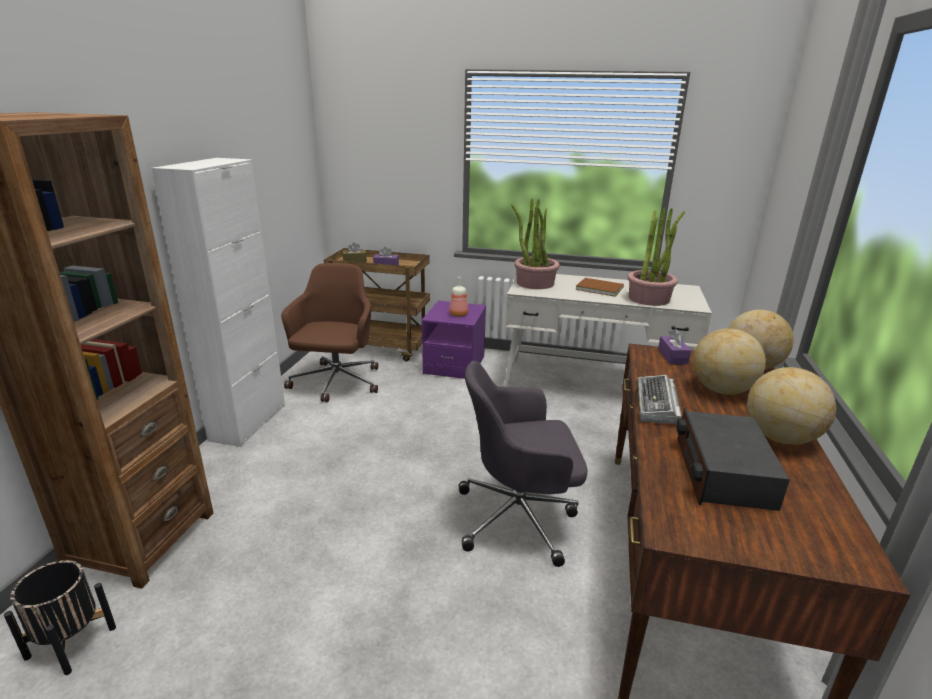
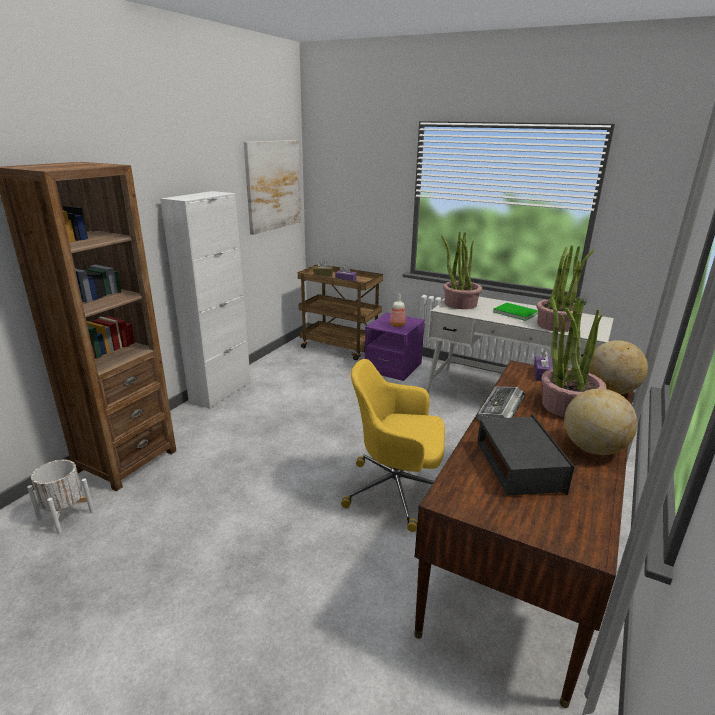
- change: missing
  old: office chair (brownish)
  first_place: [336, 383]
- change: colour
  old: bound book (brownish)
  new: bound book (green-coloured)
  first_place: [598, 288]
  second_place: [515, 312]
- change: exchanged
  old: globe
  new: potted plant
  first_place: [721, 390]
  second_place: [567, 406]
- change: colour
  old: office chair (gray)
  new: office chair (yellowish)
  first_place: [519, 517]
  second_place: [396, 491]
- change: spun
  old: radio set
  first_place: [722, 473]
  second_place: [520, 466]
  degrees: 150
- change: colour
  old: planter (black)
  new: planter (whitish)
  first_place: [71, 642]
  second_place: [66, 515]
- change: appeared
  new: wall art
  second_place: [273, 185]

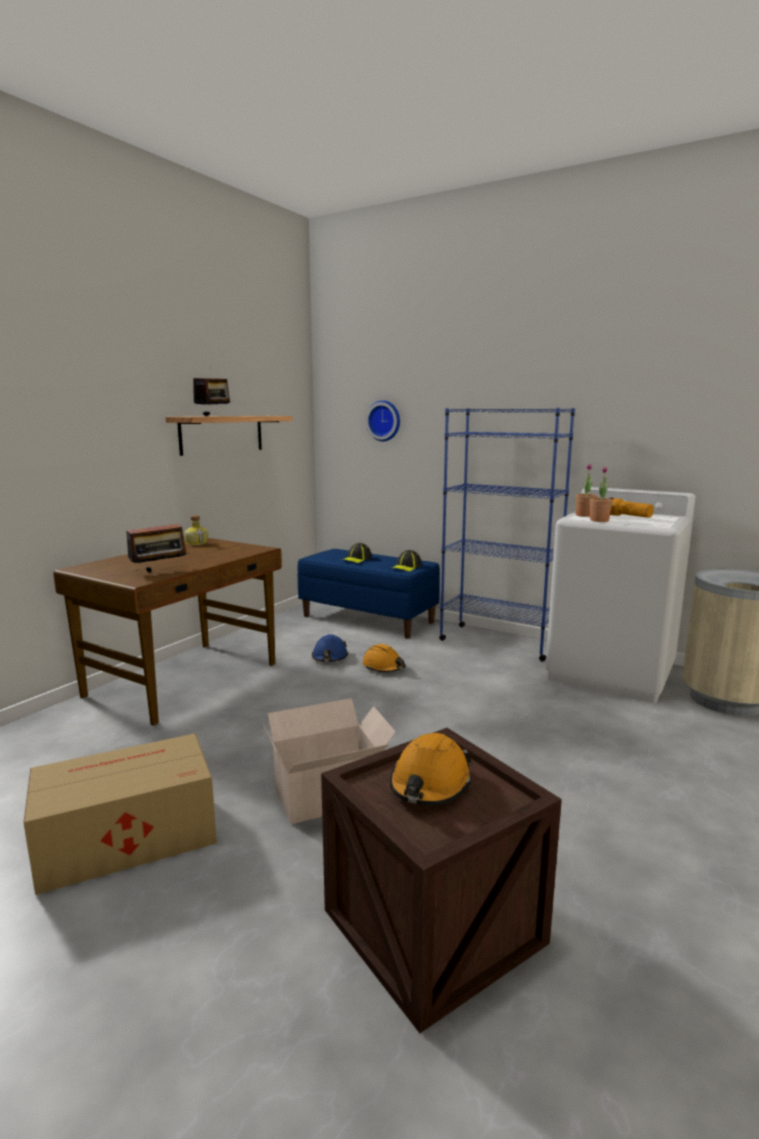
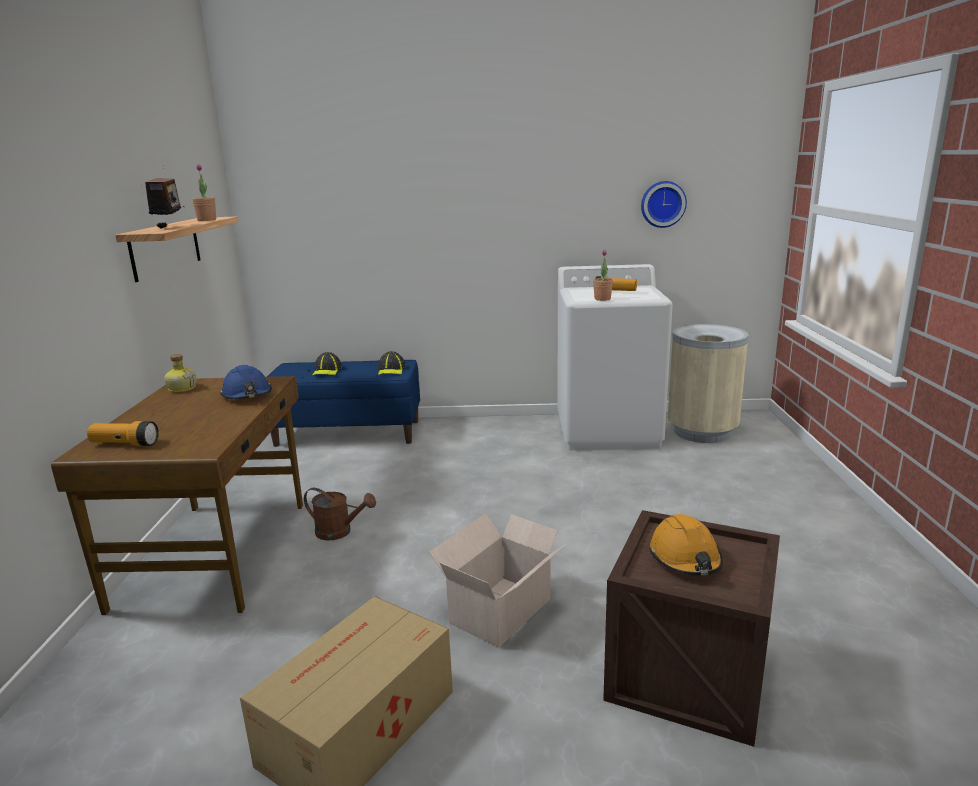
- change: relocated
  old: clock on the wall
  first_place: [384, 421]
  second_place: [662, 204]
- change: missing
  old: bookcase (blue)
  first_place: [498, 642]
- change: relocated
  old: potted plant
  first_place: [584, 515]
  second_place: [207, 220]
- change: missing
  old: radio set
  first_place: [160, 571]
- change: relocated
  old: work helmet (blue)
  first_place: [330, 657]
  second_place: [247, 395]
- change: missing
  old: work helmet (orangey)
  first_place: [383, 667]
- change: appeared
  new: torch
  second_place: [125, 444]
- change: appeared
  new: watering can (brownish)
  second_place: [339, 532]

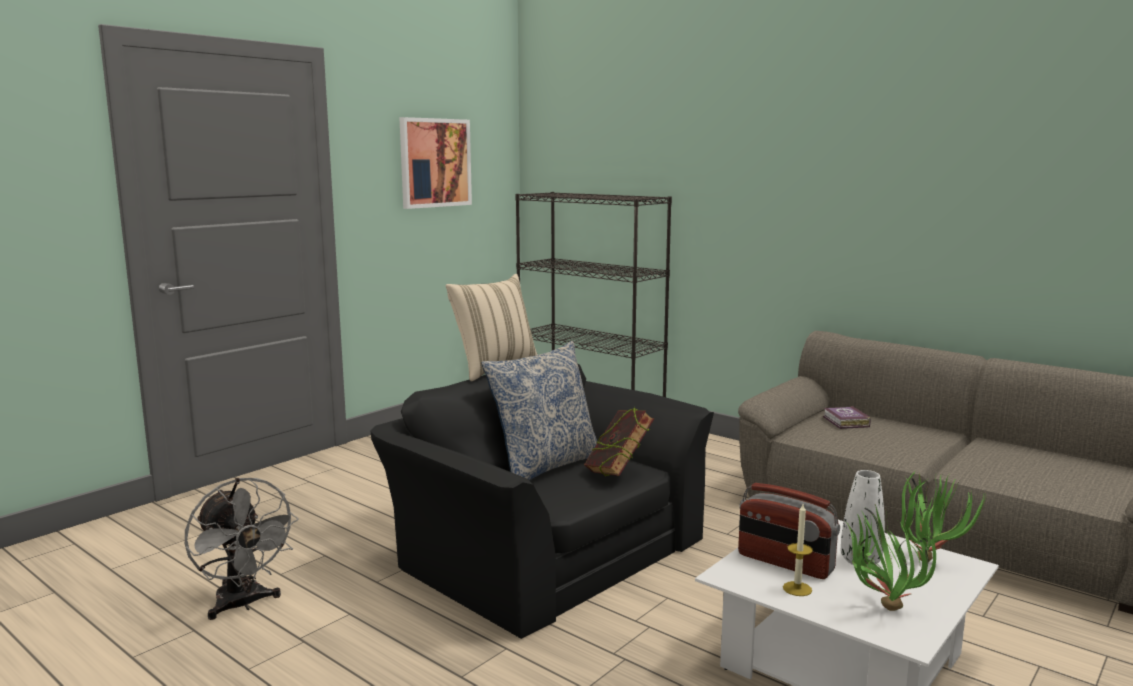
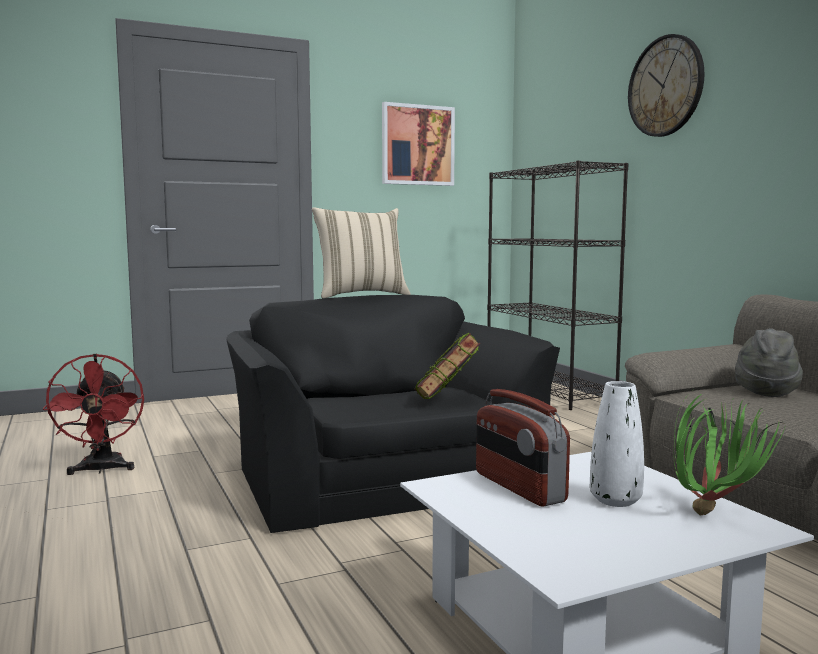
- change: missing
  old: throw pillow
  first_place: [545, 466]
- change: exchanged
  old: bound book
  new: clothing hat (gray)
  first_place: [845, 422]
  second_place: [765, 391]
- change: colour
  old: electric fan (gray)
  new: electric fan (reddish)
  first_place: [243, 604]
  second_place: [101, 470]
- change: missing
  old: candle
  first_place: [797, 589]
- change: missing
  old: potted plant
  first_place: [879, 607]
- change: appeared
  new: clock on the wall
  second_place: [665, 86]

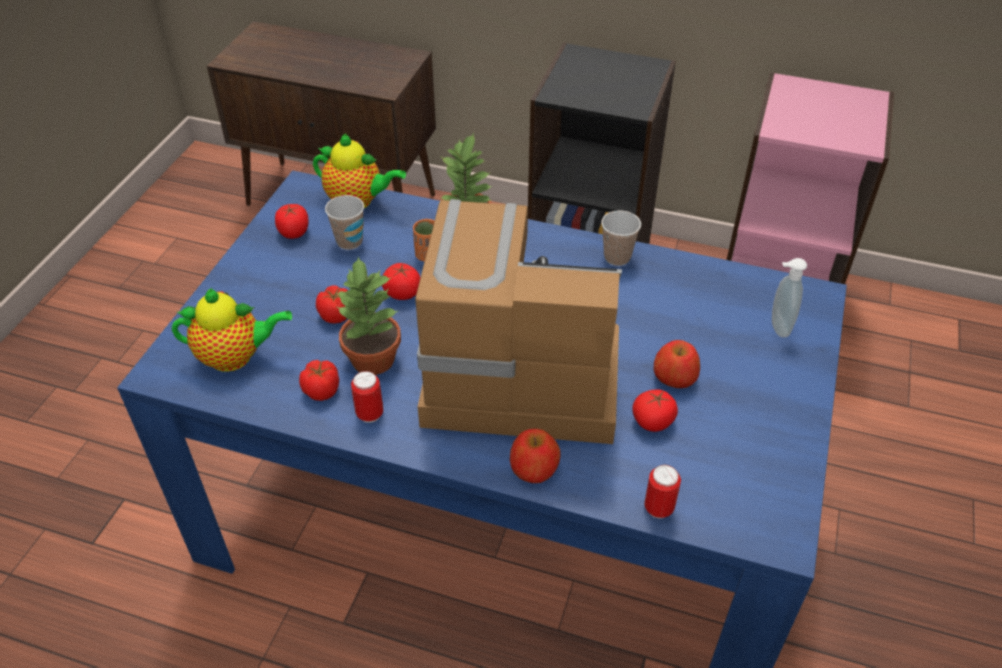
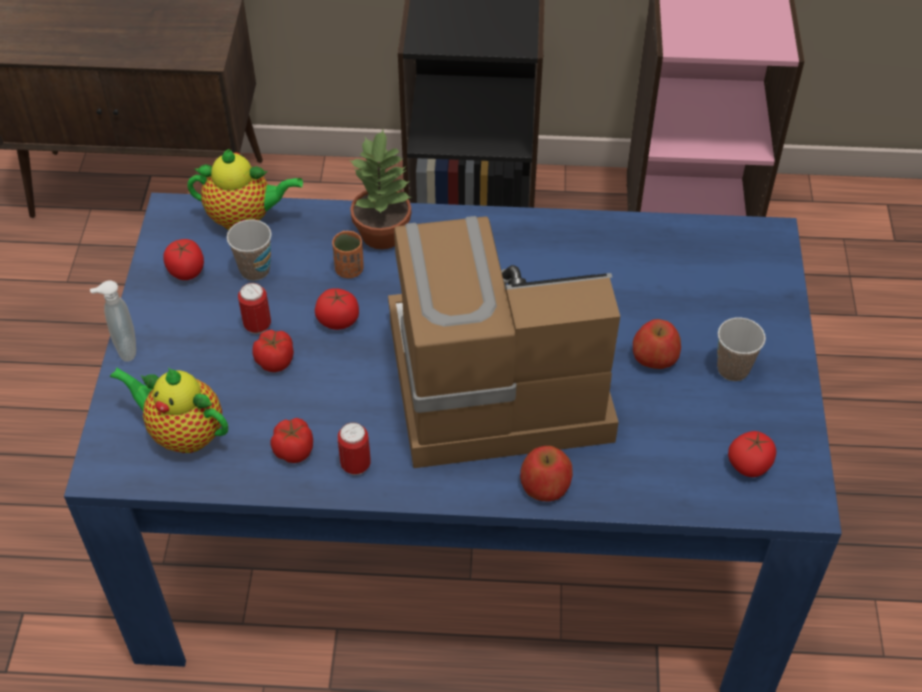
- change: relocated
  old: drinking cup
  first_place: [617, 257]
  second_place: [733, 369]
- change: missing
  old: potted plant
  first_place: [372, 360]
- change: relocated
  old: soap dispenser
  first_place: [777, 327]
  second_place: [124, 349]
- change: spun
  old: pot for tea
  first_place: [235, 357]
  second_place: [183, 432]
  degrees: -135
- change: relocated
  old: whole tomato
  first_place: [653, 421]
  second_place: [749, 464]
- change: relocated
  old: can
  first_place: [658, 508]
  second_place: [257, 325]

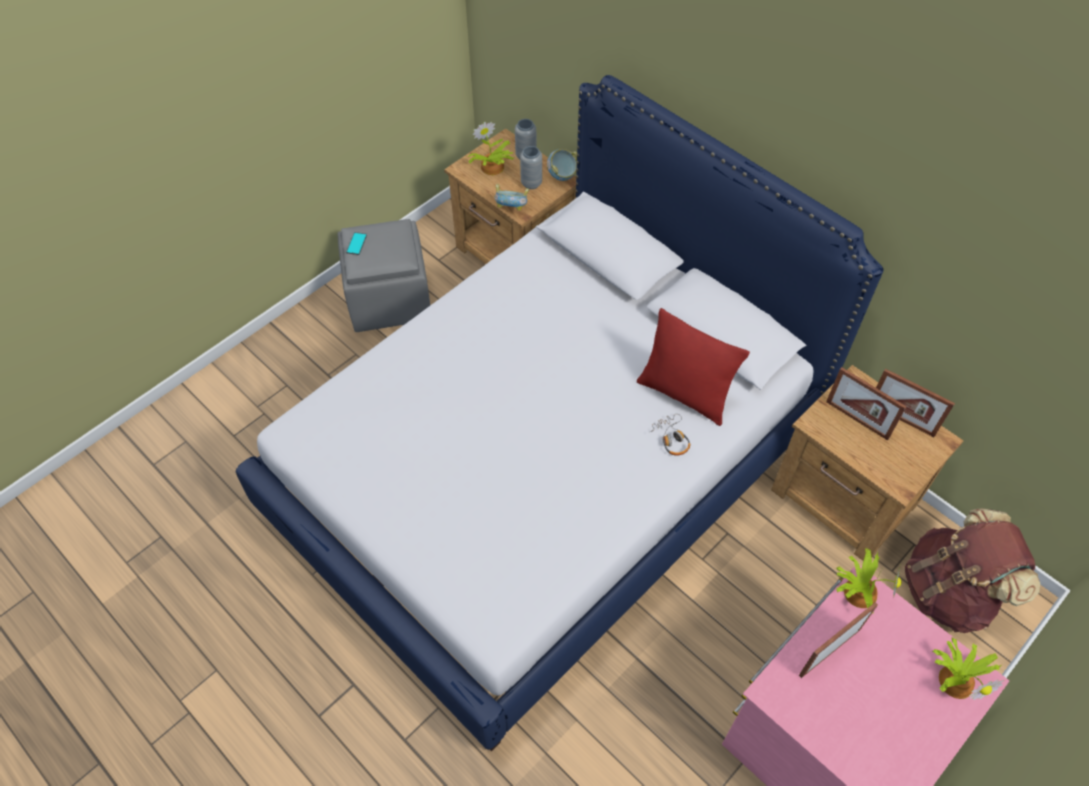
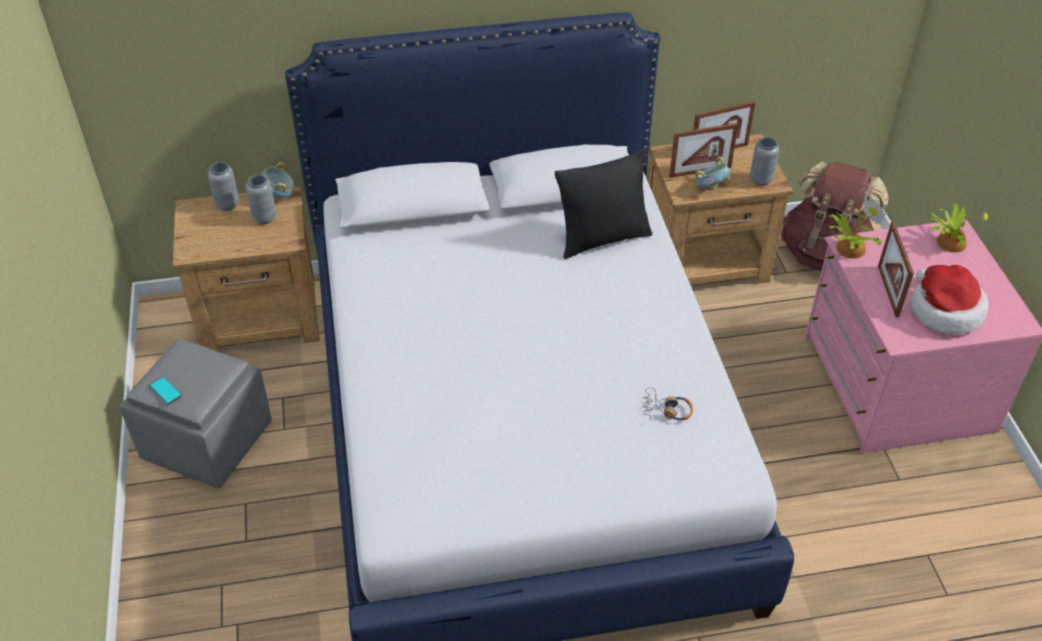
- change: missing
  old: potted plant
  first_place: [492, 167]
- change: relocated
  old: bowl
  first_place: [511, 209]
  second_place: [710, 188]
- change: colour
  old: throw pillow (reddish)
  new: throw pillow (black)
  first_place: [684, 394]
  second_place: [603, 239]
- change: relocated
  old: headset
  first_place: [672, 438]
  second_place: [666, 410]
- change: appeared
  new: vase (gray)
  second_place: [760, 180]
- change: appeared
  new: clothing hat
  second_place: [943, 310]

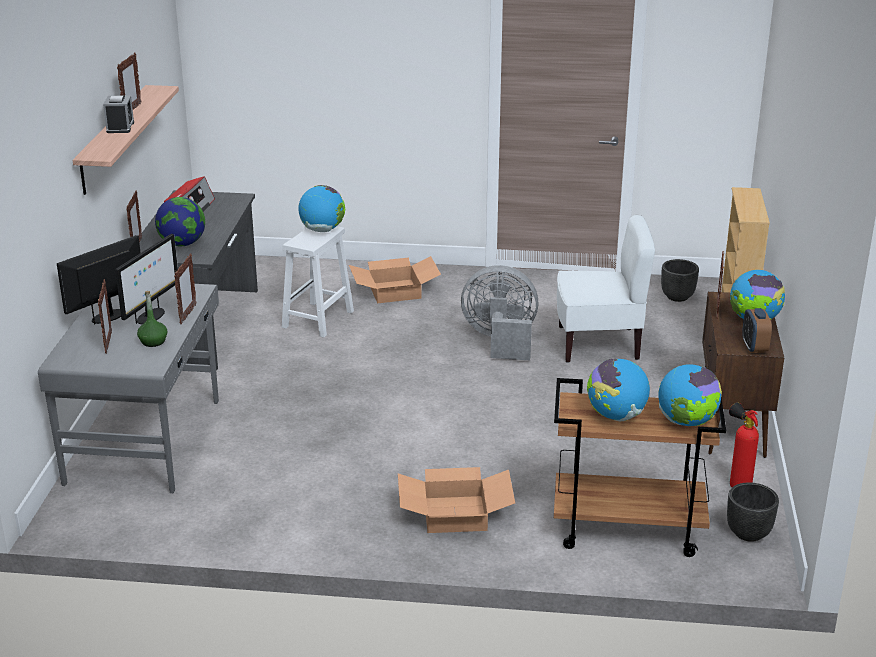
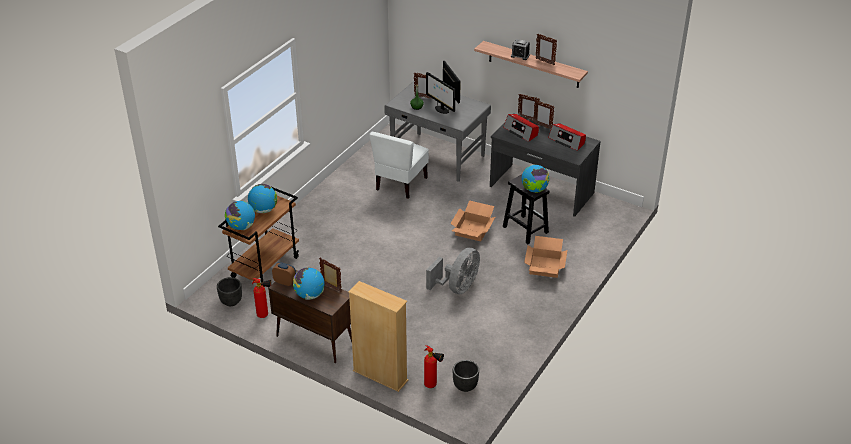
- change: exchanged
  old: globe
  new: radio set
  first_place: [182, 244]
  second_place: [521, 131]
- change: relocated
  old: upright chair (whitish)
  first_place: [598, 344]
  second_place: [400, 184]
- change: colour
  old: stool seat (whitish)
  new: stool seat (black)
  first_place: [317, 320]
  second_place: [524, 229]
- change: relocated
  old: standing frame
  first_place: [187, 315]
  second_place: [542, 126]
- change: relocated
  old: packing box
  first_place: [454, 515]
  second_place: [472, 229]
- change: appeared
  new: fire extinguisher
  second_place: [433, 386]

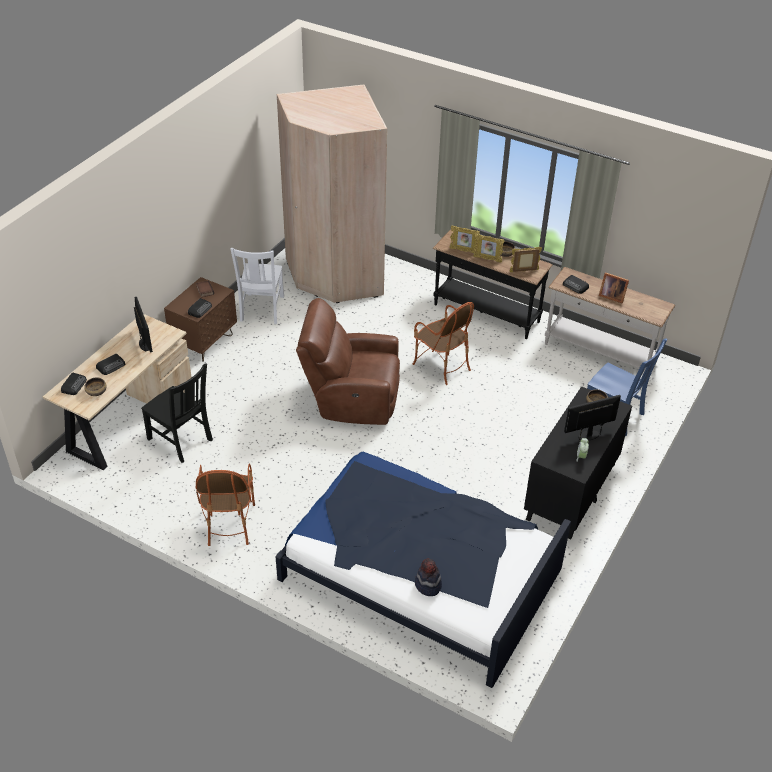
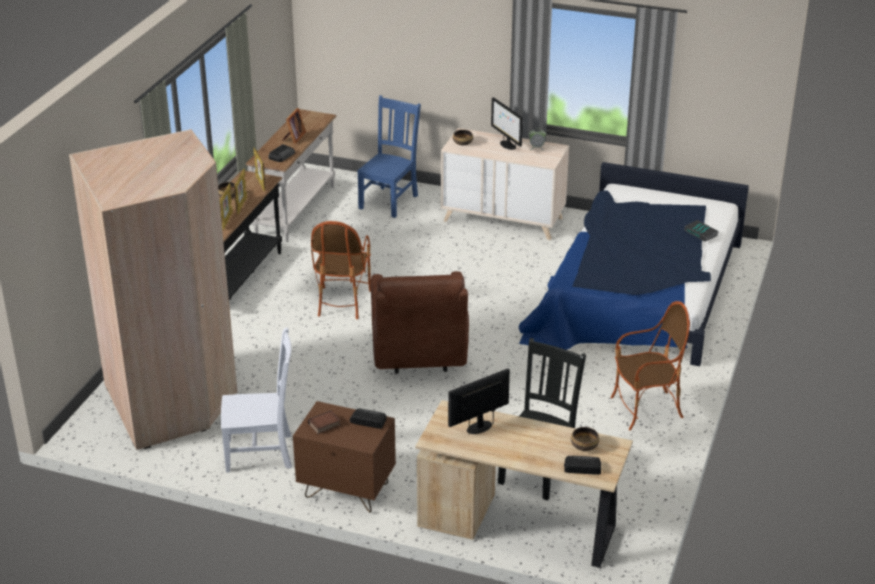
- change: spun
  old: armchair
  first_place: [441, 366]
  second_place: [342, 302]
  degrees: 150
- change: missing
  old: radio set
  first_place: [111, 366]
- change: colour
  old: dresser (black)
  new: dresser (sand-coloured)
  first_place: [571, 491]
  second_place: [503, 219]
- change: exchanged
  old: clothing hat
  new: bound book
  first_place: [428, 585]
  second_place: [701, 233]

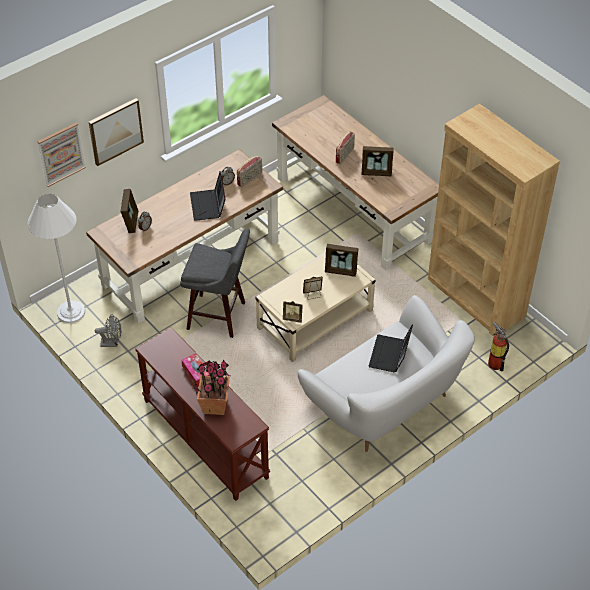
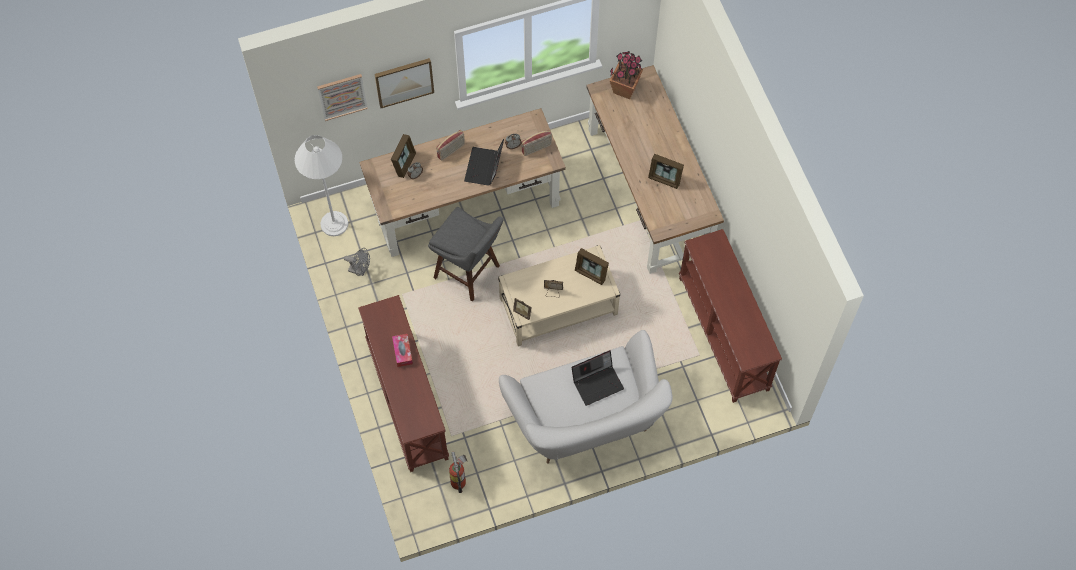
- change: exchanged
  old: bookcase (brownish)
  new: hall table (brownish)
  first_place: [475, 298]
  second_place: [724, 333]
- change: relocated
  old: radio set
  first_place: [345, 155]
  second_place: [451, 151]
- change: relocated
  old: fire extinguisher
  first_place: [495, 362]
  second_place: [459, 480]
- change: spun
  old: notebook computer
  first_place: [390, 355]
  second_place: [597, 382]
  degrees: -150
- change: relocated
  old: potted plant
  first_place: [214, 405]
  second_place: [625, 89]

